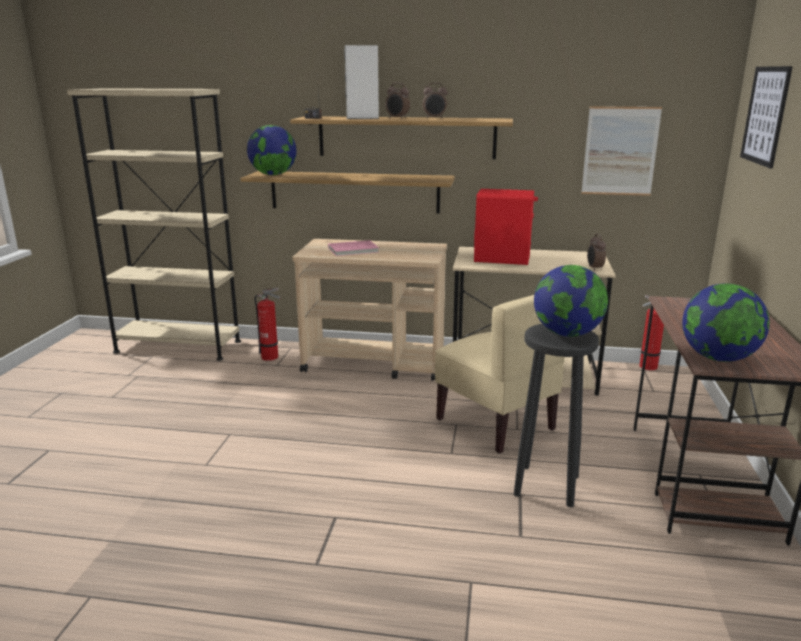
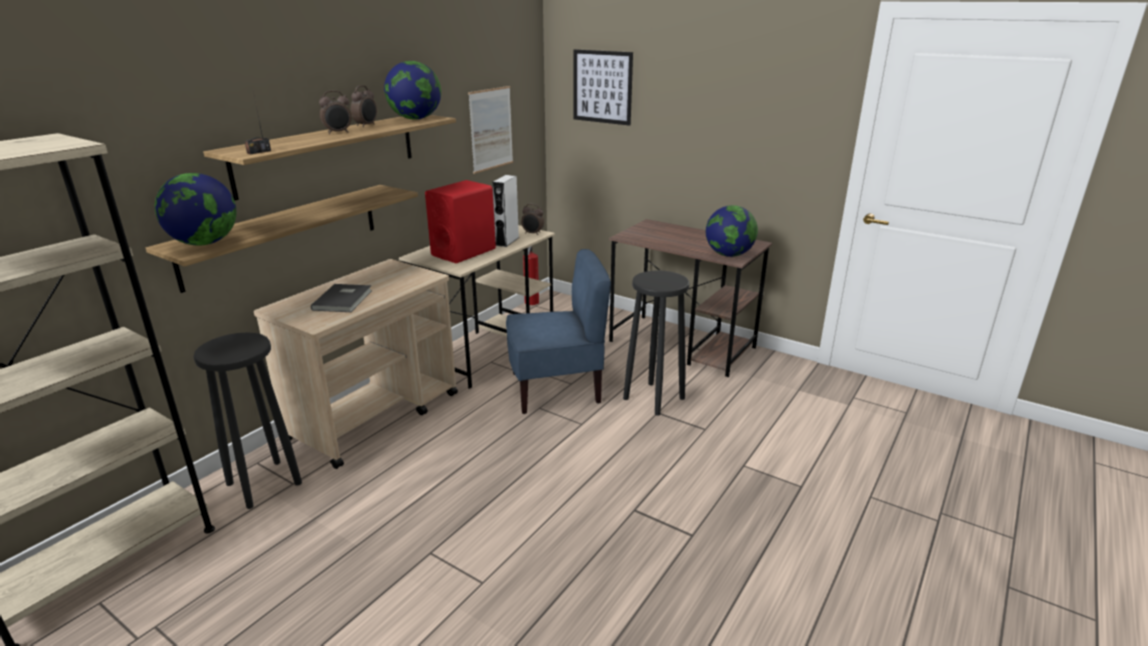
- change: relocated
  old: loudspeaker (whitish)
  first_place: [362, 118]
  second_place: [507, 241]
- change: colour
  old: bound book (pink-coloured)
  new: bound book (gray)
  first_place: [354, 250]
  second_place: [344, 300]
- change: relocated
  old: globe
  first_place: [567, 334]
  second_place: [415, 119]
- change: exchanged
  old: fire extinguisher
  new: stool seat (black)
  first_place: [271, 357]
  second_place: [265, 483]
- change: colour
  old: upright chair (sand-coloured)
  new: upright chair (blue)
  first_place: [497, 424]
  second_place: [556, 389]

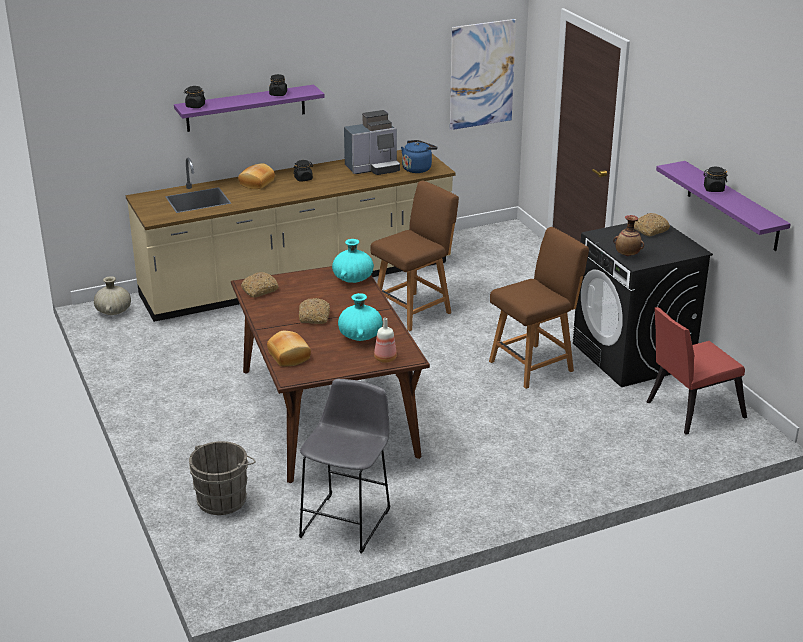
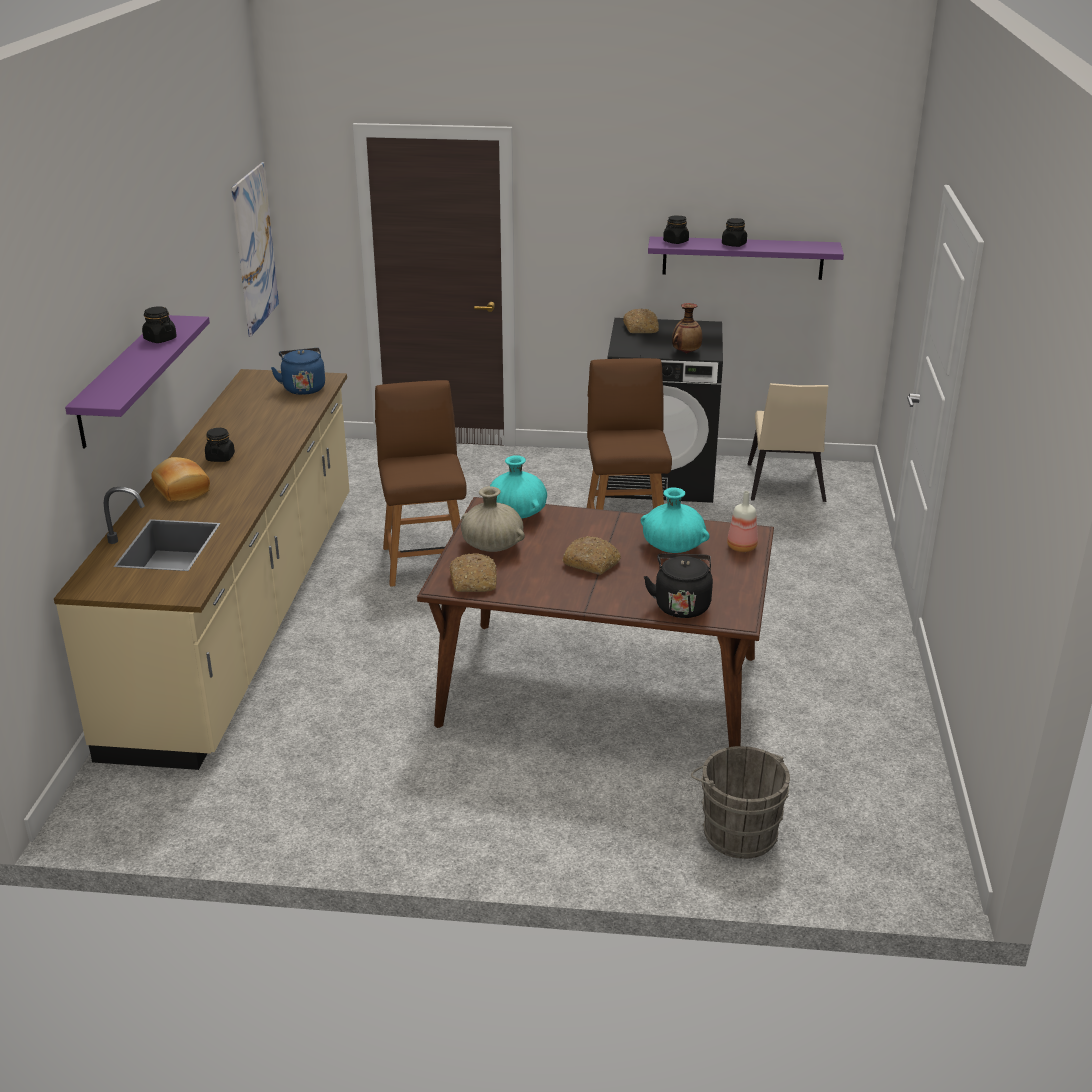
- change: relocated
  old: storage jar (black)
  first_place: [195, 106]
  second_place: [675, 241]
- change: missing
  old: coffee brewer
  first_place: [373, 168]
- change: relocated
  old: vase (sand-coloured)
  first_place: [113, 312]
  second_place: [492, 546]
- change: colour
  old: upright chair (reddish)
  new: upright chair (sand-coloured)
  first_place: [689, 410]
  second_place: [784, 486]
- change: exchanged
  old: baked bread
  new: kettle (black)
  first_place: [290, 356]
  second_place: [681, 605]
- change: missing
  old: stool seat (gray)
  first_place: [348, 520]

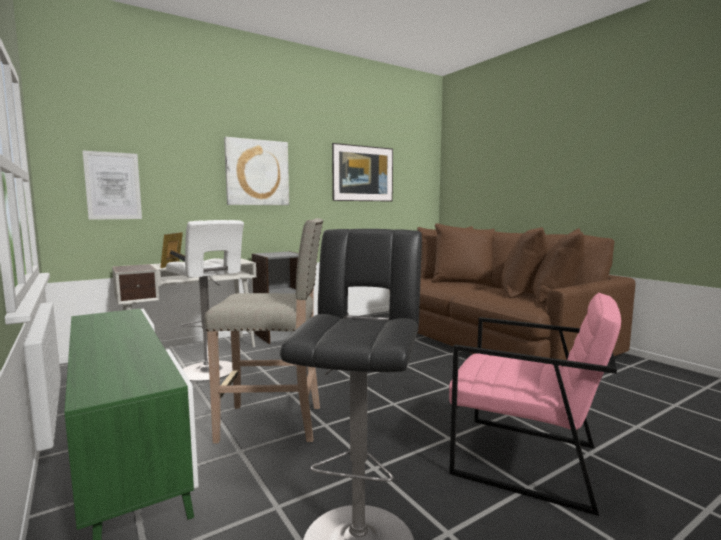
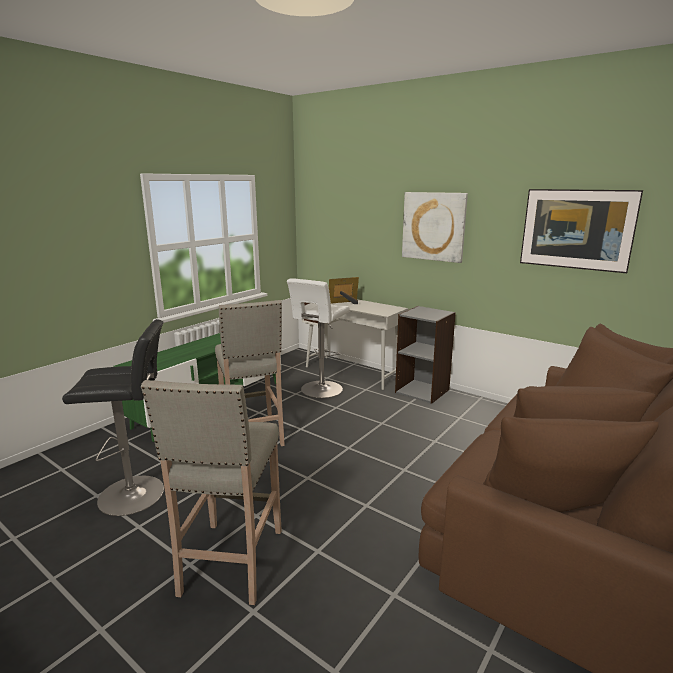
- change: missing
  old: wall art
  first_place: [113, 186]
- change: exchanged
  old: armchair (pink-coloured)
  new: stool seat (sand-coloured)
  first_place: [525, 460]
  second_place: [230, 563]

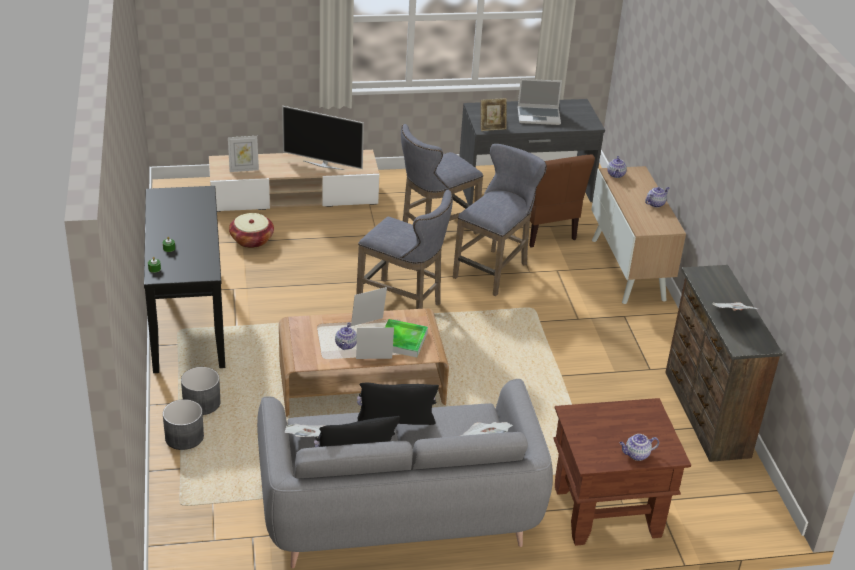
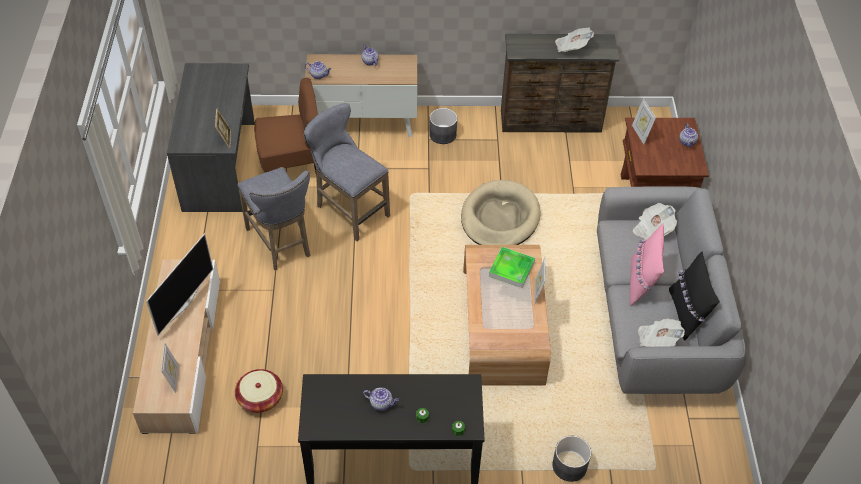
- change: missing
  old: notebook computer
  first_place: [539, 116]
- change: missing
  old: stool seat (gray)
  first_place: [403, 304]
- change: relocated
  old: standing frame
  first_place: [368, 324]
  second_place: [640, 134]
- change: relocated
  old: pot for tea
  first_place: [346, 345]
  second_place: [381, 403]
- change: relocated
  old: planter (gray)
  first_place: [201, 403]
  second_place: [442, 134]
- change: colour
  old: throw pillow (black)
  new: throw pillow (pink-coloured)
  first_place: [395, 431]
  second_place: [641, 283]
- change: appeared
  new: dog bed (sand-coloured)
  second_place: [499, 218]

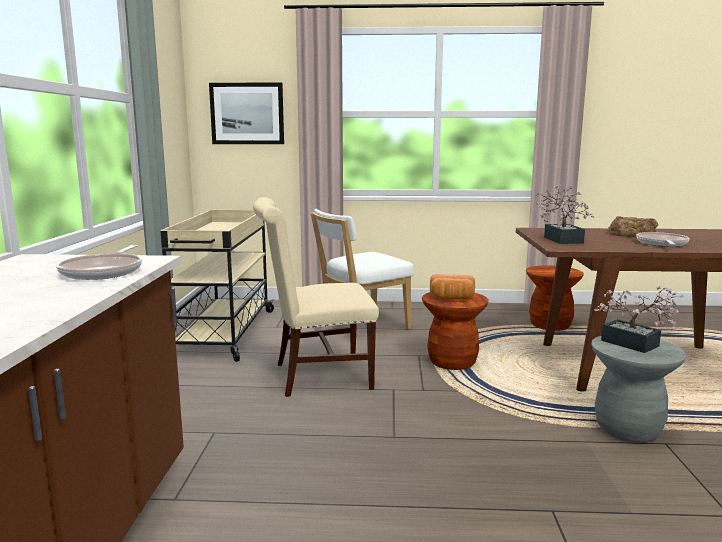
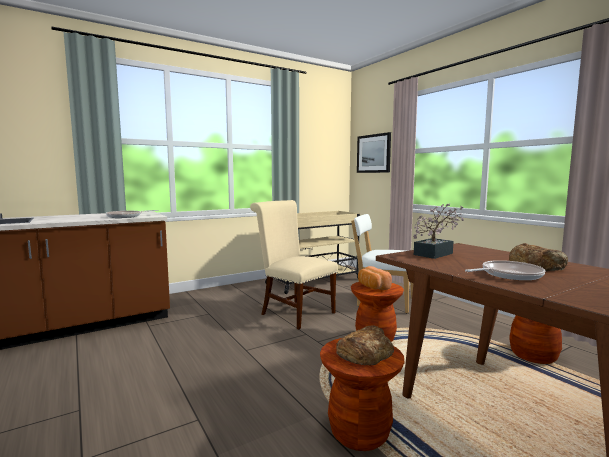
- change: exchanged
  old: potted plant
  new: baked bread
  first_place: [635, 345]
  second_place: [365, 352]
- change: colour
  old: stool seat (gray)
  new: stool seat (brownish)
  first_place: [628, 429]
  second_place: [359, 433]

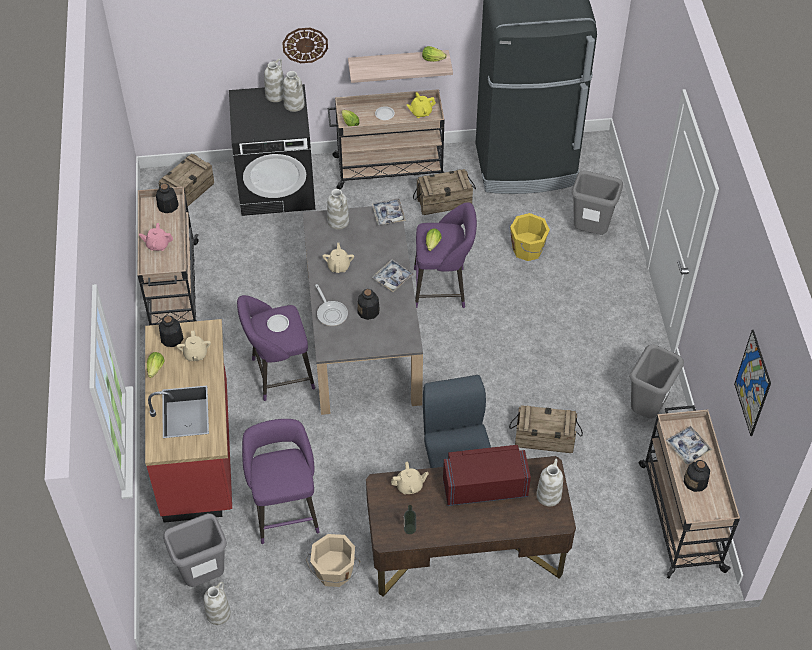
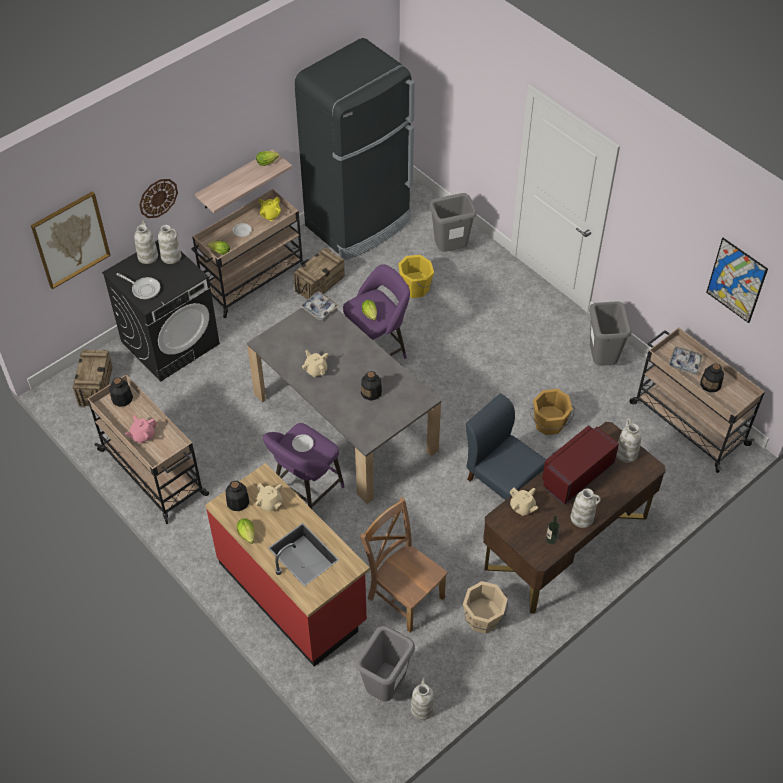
- change: relocated
  old: vase (whitish)
  first_place: [338, 222]
  second_place: [582, 518]
- change: missing
  old: carrying tray
  first_place: [392, 278]
- change: relocated
  old: skillet
  first_place: [331, 313]
  second_place: [144, 289]
- change: exchanged
  old: shipping crate
  new: bucket (orangey)
  first_place: [544, 439]
  second_place: [549, 423]
- change: exchanged
  old: stool seat (purple)
  new: upright chair (brownish)
  first_place: [285, 510]
  second_place: [404, 595]
- change: spun
  old: pot for tea (sand-coloured)
  first_place: [409, 486]
  second_place: [522, 507]
  degrees: 90
- change: appeared
  new: wall art
  second_place: [70, 239]

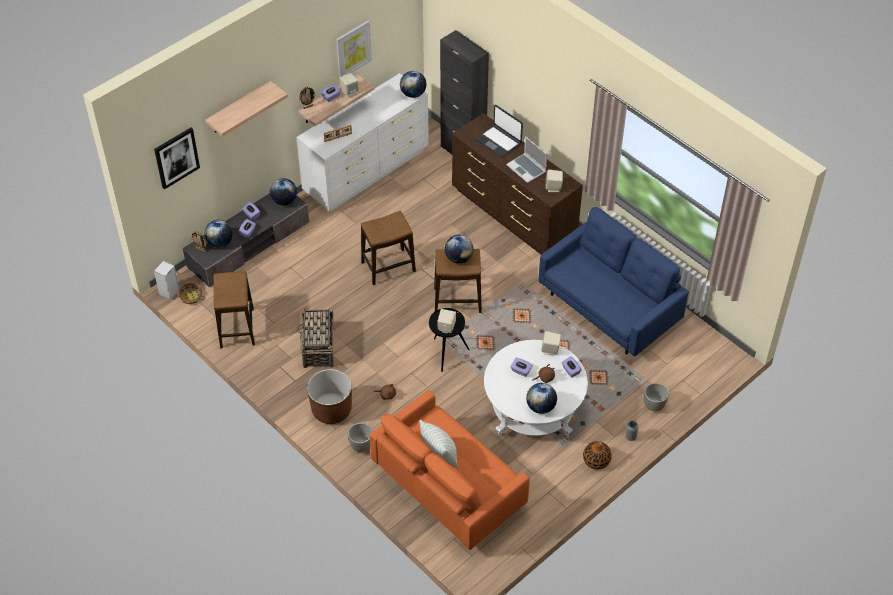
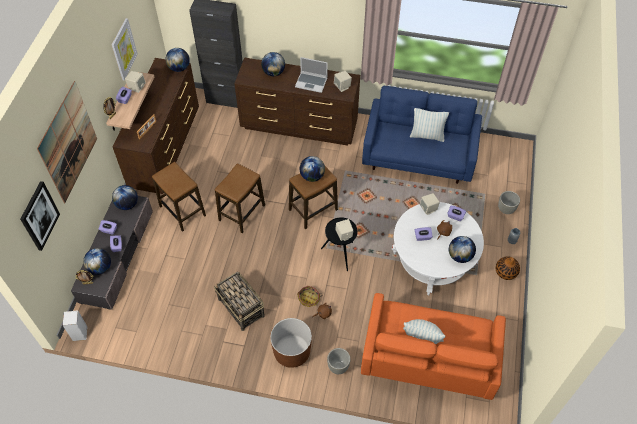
- change: colour
  old: dresser (whitish)
  new: dresser (brownish)
  first_place: [367, 171]
  second_place: [166, 148]
- change: exchanged
  old: bracket shelf
  new: wall art
  first_place: [239, 108]
  second_place: [68, 143]
- change: exchanged
  old: notebook computer
  new: globe
  first_place: [498, 141]
  second_place: [273, 72]
- change: relocated
  old: stool seat
  first_place: [237, 328]
  second_place: [182, 211]
- change: relocated
  old: household basket
  first_place: [191, 297]
  second_place: [309, 299]
- change: appeared
  new: throw pillow
  second_place: [427, 135]

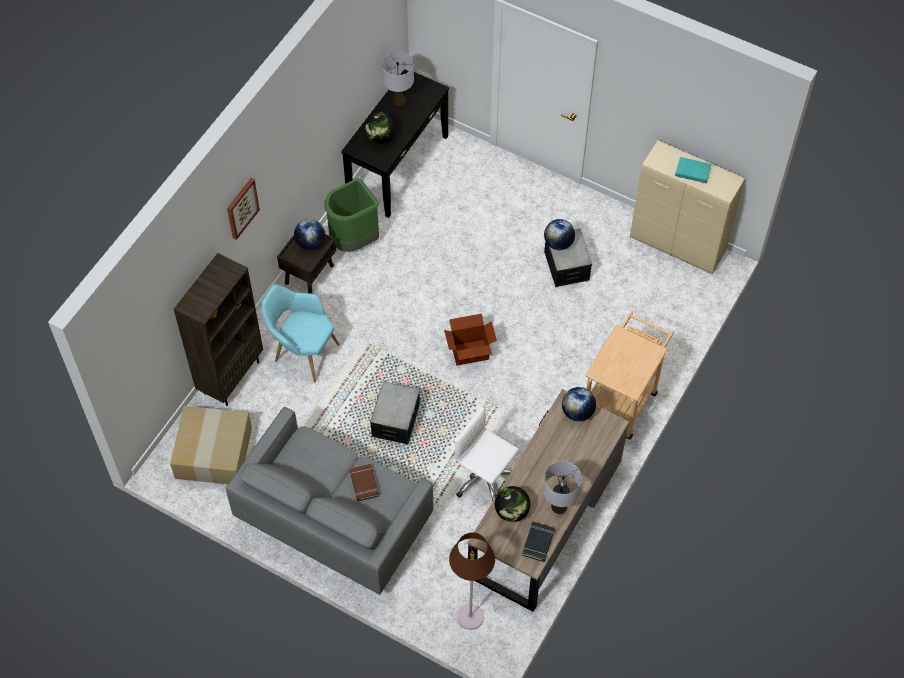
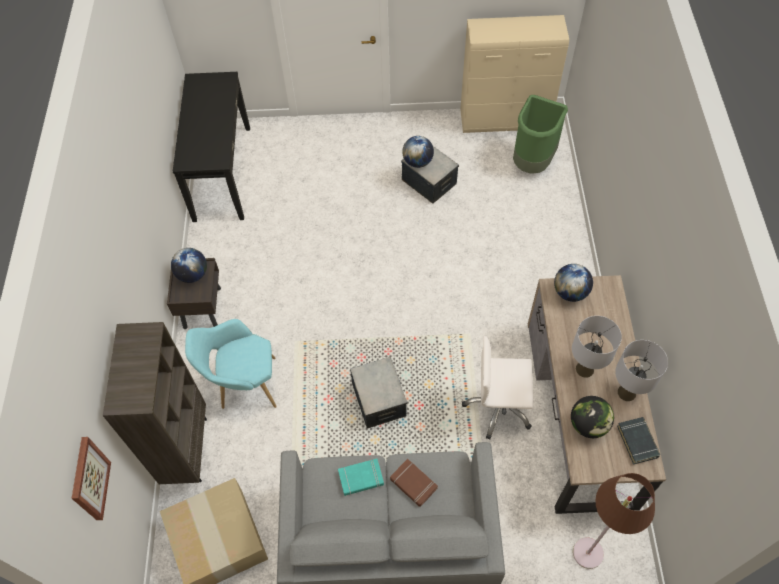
- change: relocated
  old: lamp for a table (gray)
  first_place: [399, 100]
  second_place: [584, 369]
- change: missing
  old: globe
  first_place: [381, 137]
- change: relocated
  old: bound book (turquoise-coloured)
  first_place: [692, 172]
  second_place: [361, 478]
- change: relocated
  old: wall art
  first_place: [241, 208]
  second_place: [89, 479]
- change: relocated
  old: trash can (green-coloured)
  first_place: [354, 241]
  second_place: [532, 163]
- change: missing
  old: trolley (sand-coloured)
  first_place: [622, 399]
- change: missing
  old: packing box
  first_place: [470, 353]

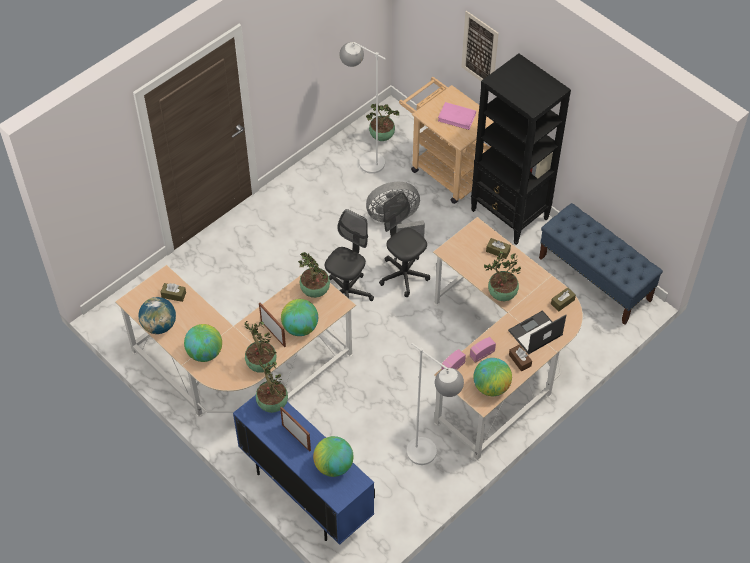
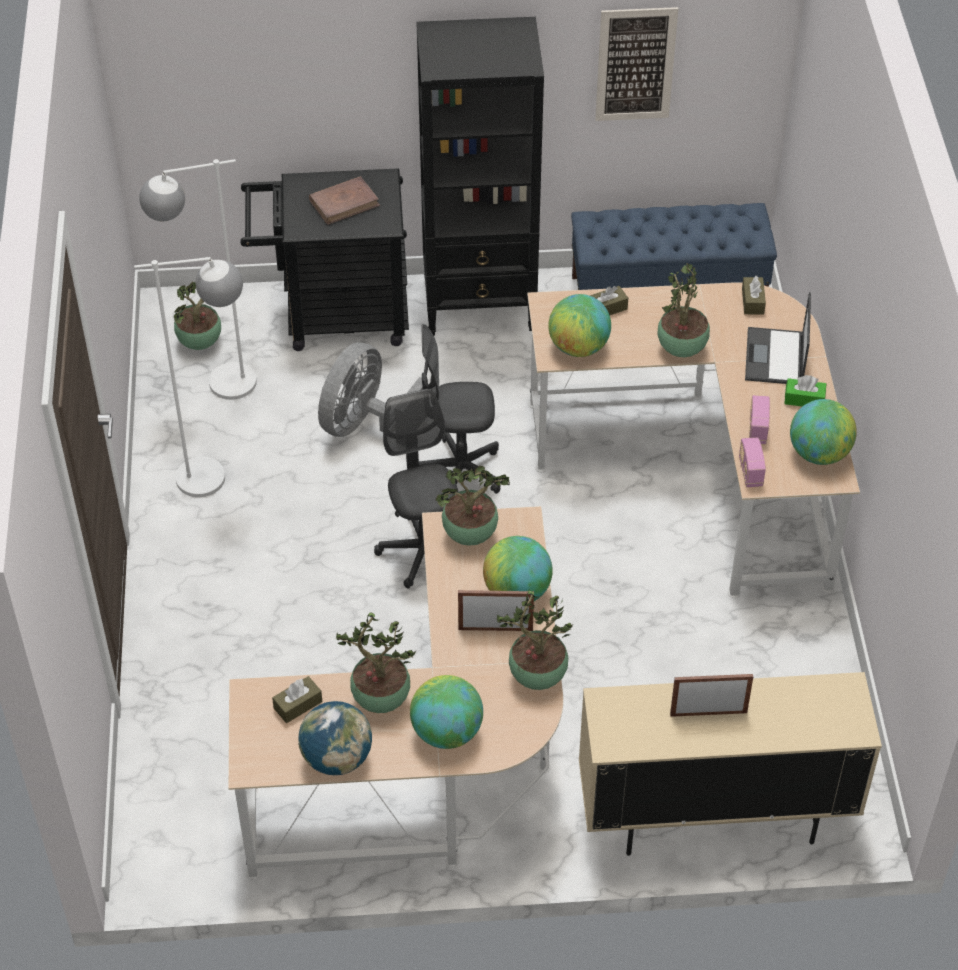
- change: relocated
  old: wall art
  first_place: [479, 50]
  second_place: [635, 64]
- change: colour
  old: trolley (sand-coloured)
  new: trolley (black)
  first_place: [445, 169]
  second_place: [334, 316]
- change: colour
  old: bound book (pink-coloured)
  new: bound book (brownish)
  first_place: [457, 117]
  second_place: [344, 203]
- change: relocated
  old: standard lamp (whitish)
  first_place: [430, 458]
  second_place: [218, 476]
- change: colour
  old: box of tissues (brownish)
  new: box of tissues (green-coloured)
  first_place: [520, 360]
  second_place: [804, 399]
- change: relocated
  old: potted plant
  first_place: [272, 404]
  second_place: [379, 700]
- change: colour
  old: storage cabinet (blue)
  new: storage cabinet (sand-coloured)
  first_place: [306, 494]
  second_place: [714, 817]
- change: relocated
  old: globe
  first_place: [333, 466]
  second_place: [578, 347]

